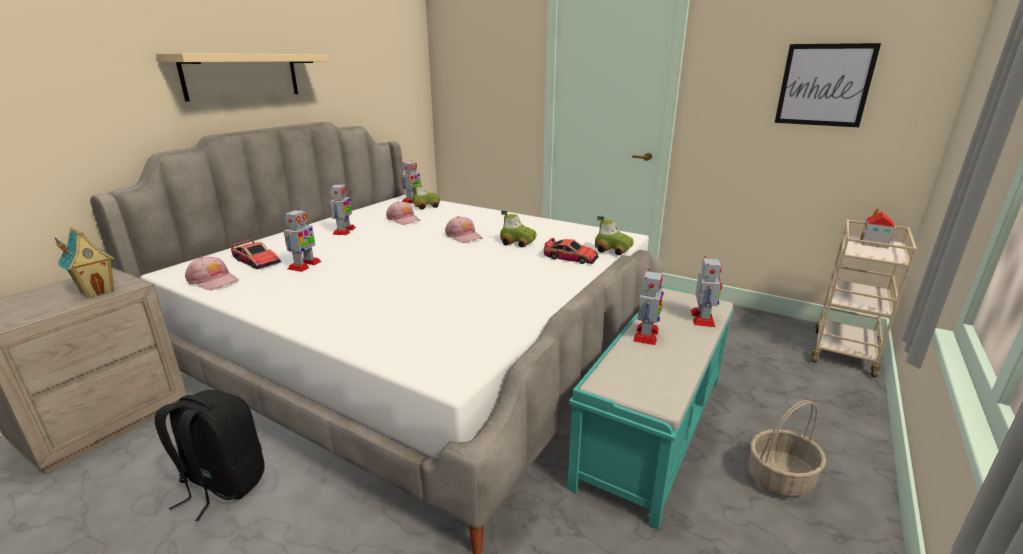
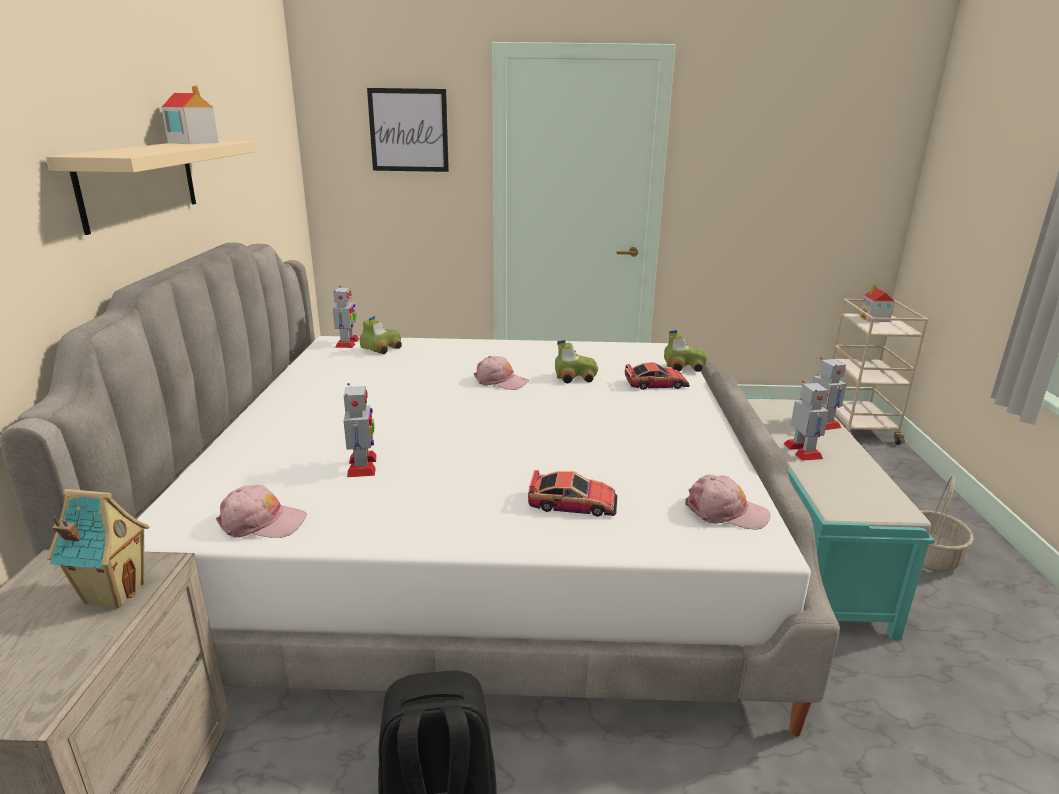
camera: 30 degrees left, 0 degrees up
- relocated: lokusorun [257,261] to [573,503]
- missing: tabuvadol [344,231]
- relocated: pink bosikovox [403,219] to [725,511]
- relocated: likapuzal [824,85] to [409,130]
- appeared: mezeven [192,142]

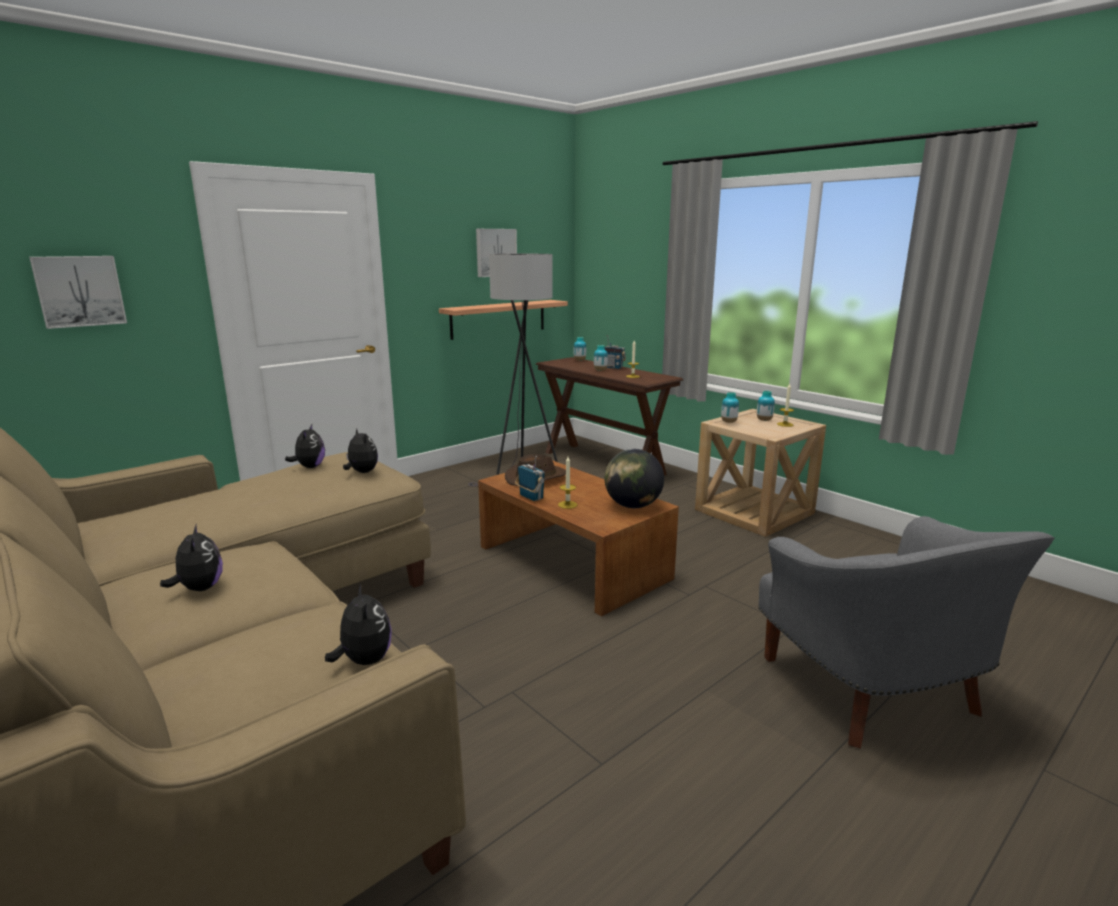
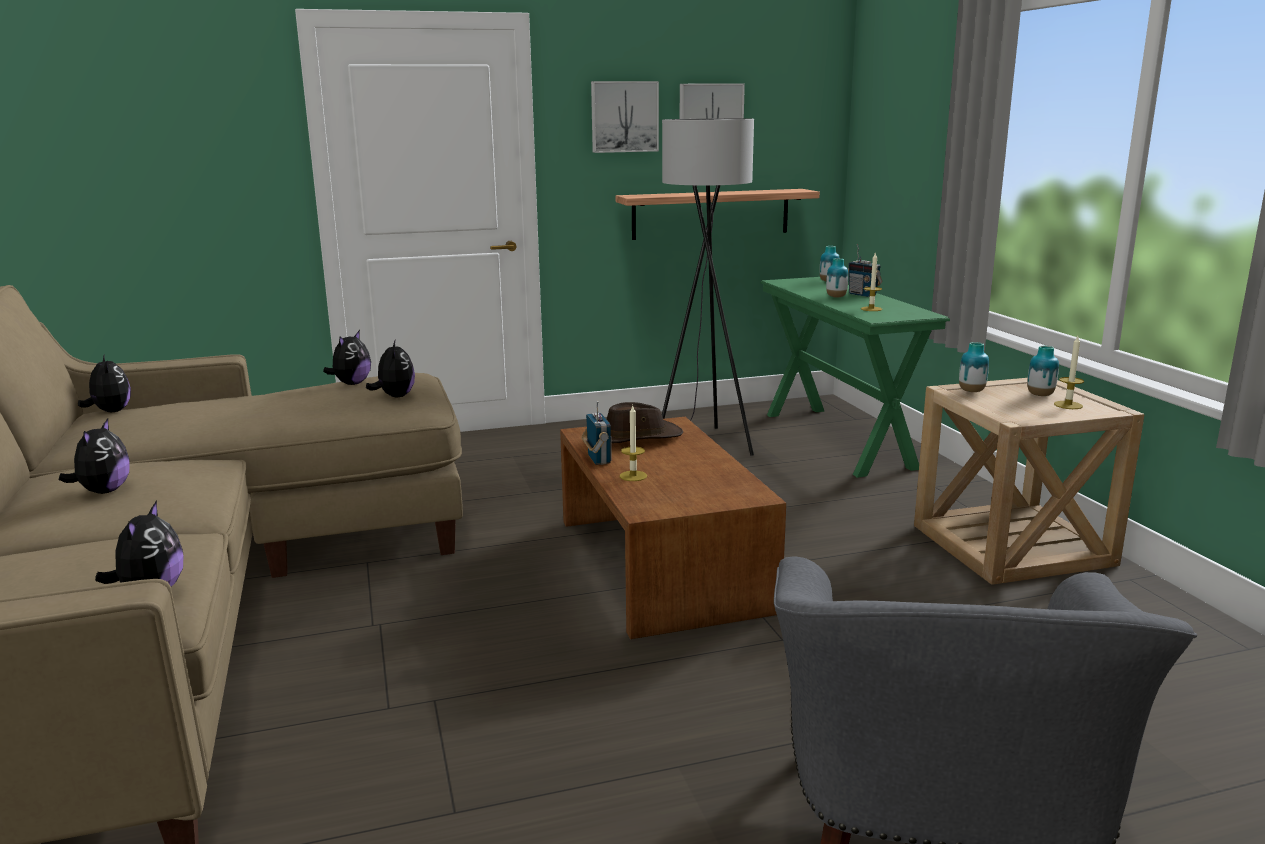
camera: 25 degrees right, 0 degrees up
- relocated: likapuzal [79,291] to [624,117]
- colour: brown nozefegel [603,463] to green nozefegel [837,440]
- missing: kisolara [633,506]
- appeared: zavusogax [110,412]

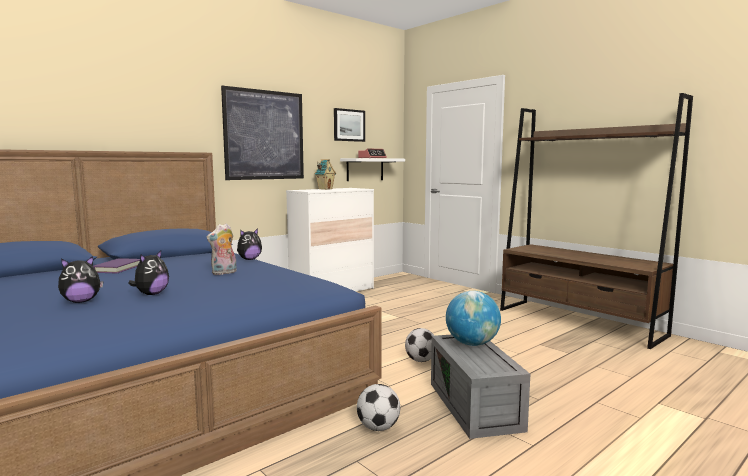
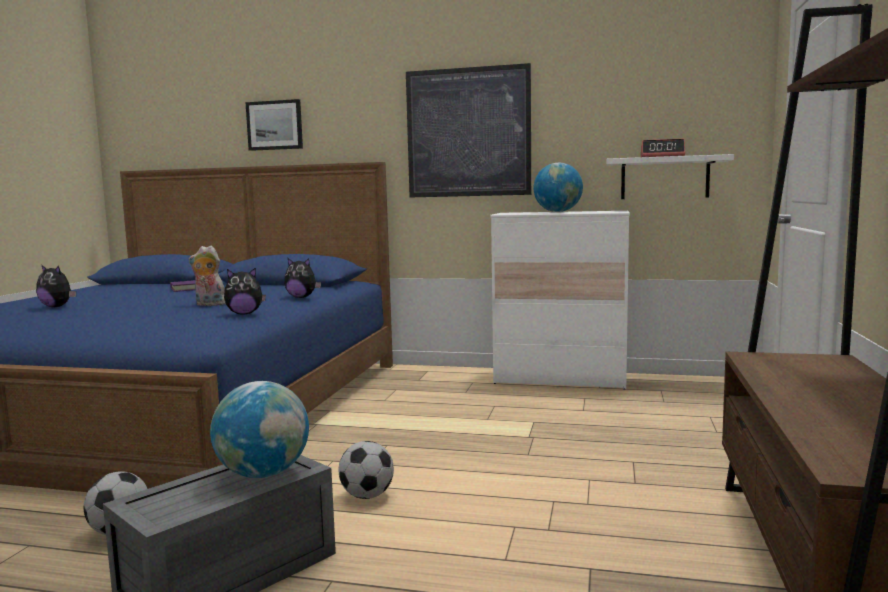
camera: 55 degrees right, 0 degrees up
- relocated: zavusogax [151,294] to [244,314]
- exchanged: mezeven [325,189] to kisolara [558,212]
- relocated: likapuzal [349,125] to [275,125]

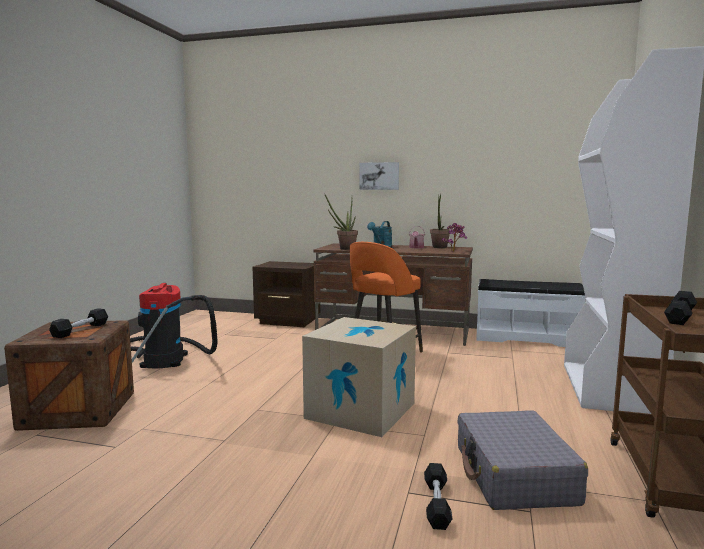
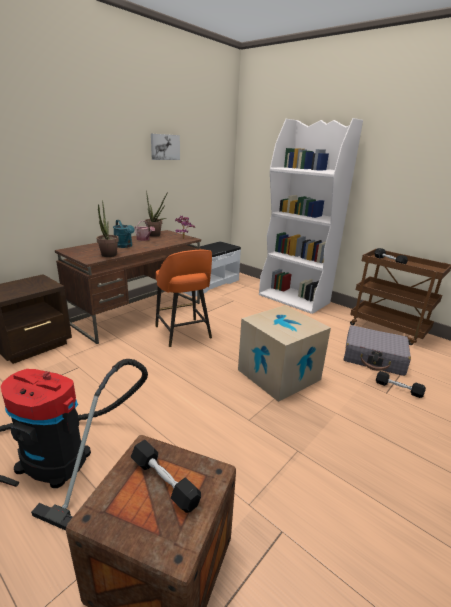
camera: 65 degrees left, 15 degrees up
- relocated: likapuzal [379,176] to [164,147]

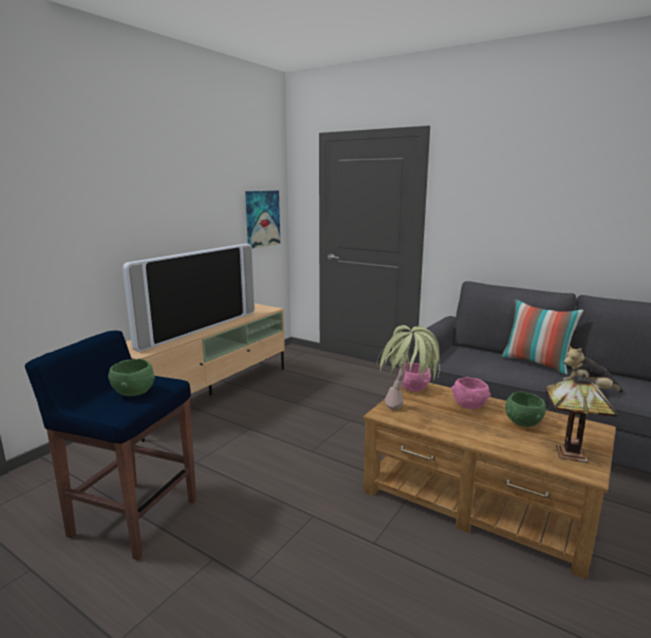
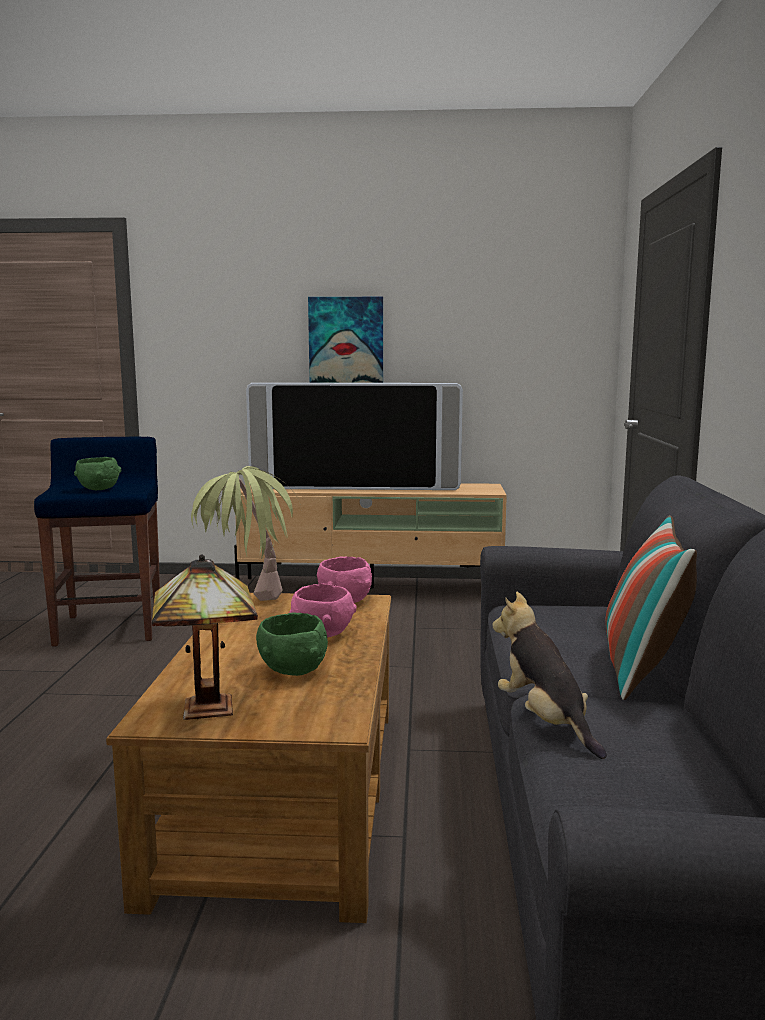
camera: 60 degrees right, 5 degrees down
- relocated: likapuzal [262,218] to [346,342]

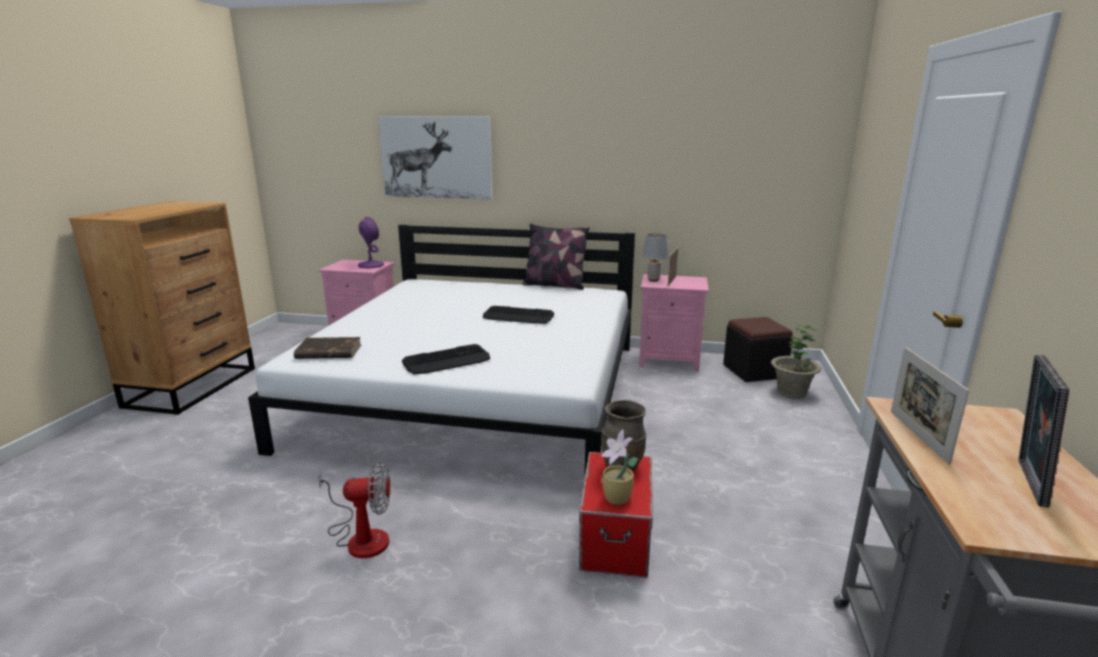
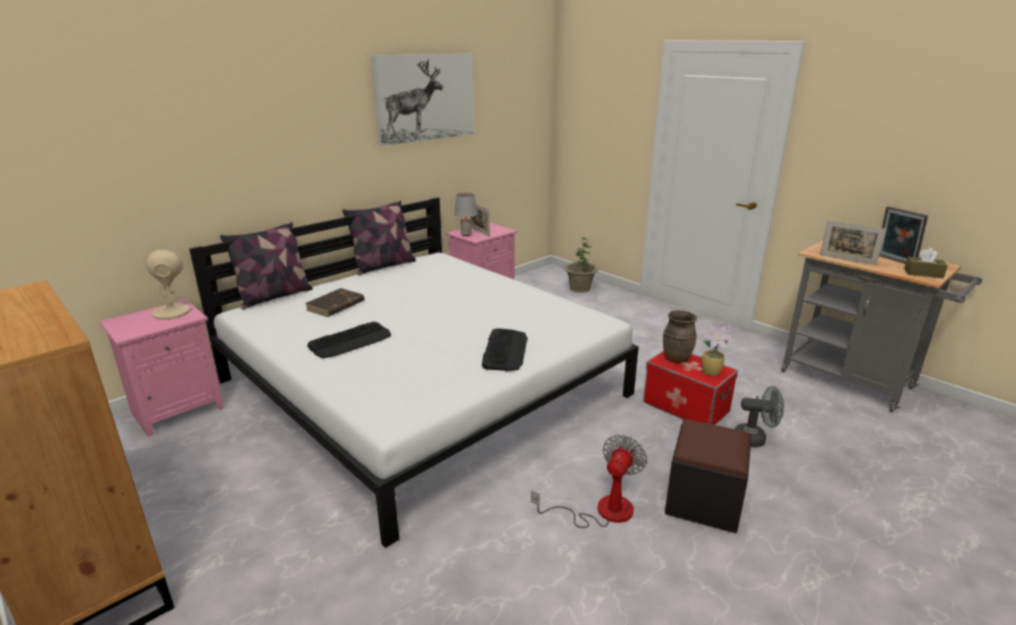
camera: 55 degrees left, 5 degrees up
- relocated: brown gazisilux [328,352] to [335,306]
- colour: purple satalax [370,265] to beige satalax [171,312]
- relocated: likapuzal [436,158] to [425,97]
- relocated: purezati [518,316] to [350,341]
- relocated: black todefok [754,371] to [703,502]
- appeared: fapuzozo [274,296]
- appeared: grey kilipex [755,439]
- appeared: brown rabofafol [923,273]

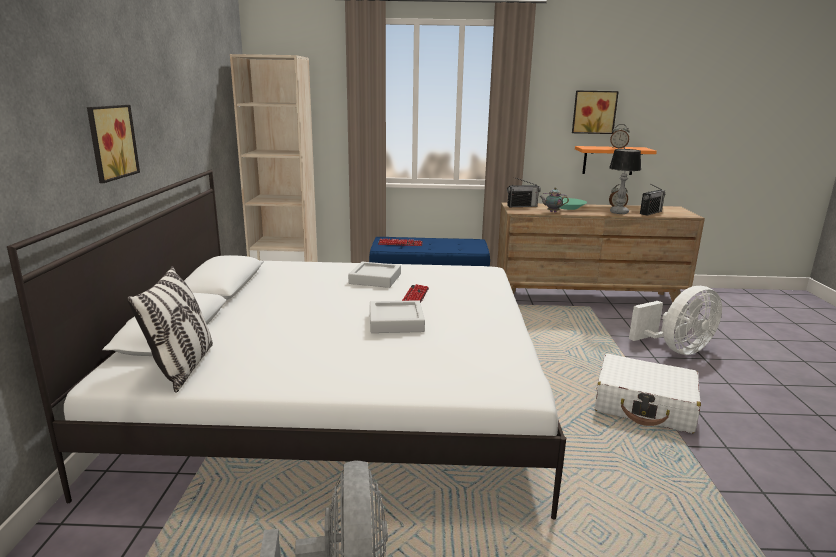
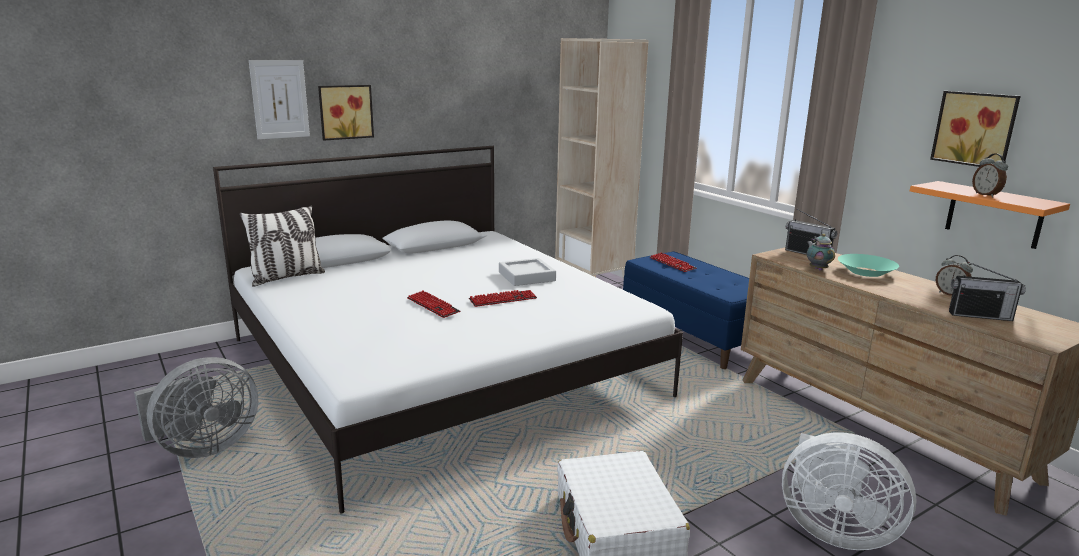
camera: 55 degrees right, 0 degrees up
- exchanged: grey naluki [396,322] to purezati [433,306]
- missing: satalax [618,212]
- appeared: likapuzal [280,99]

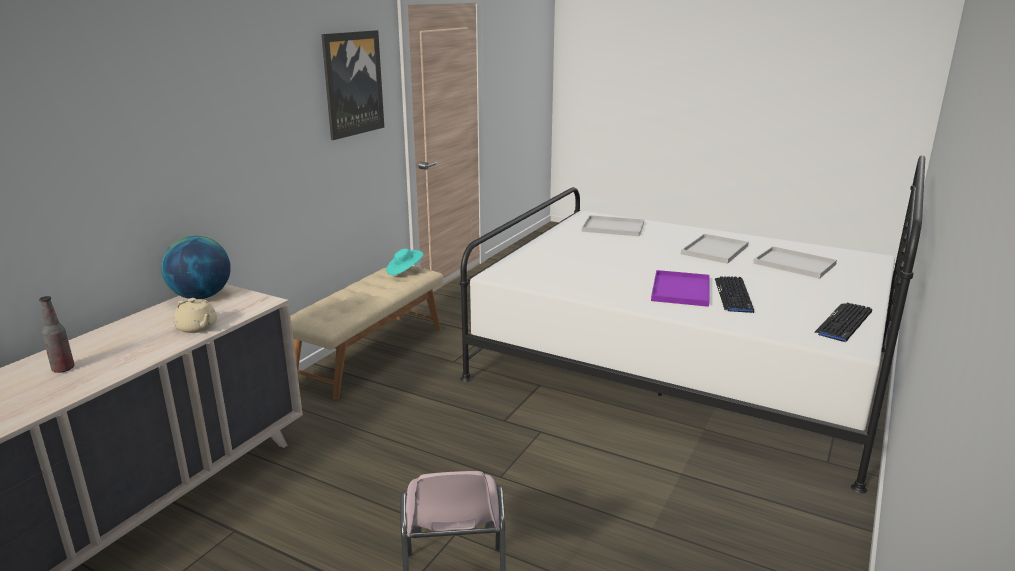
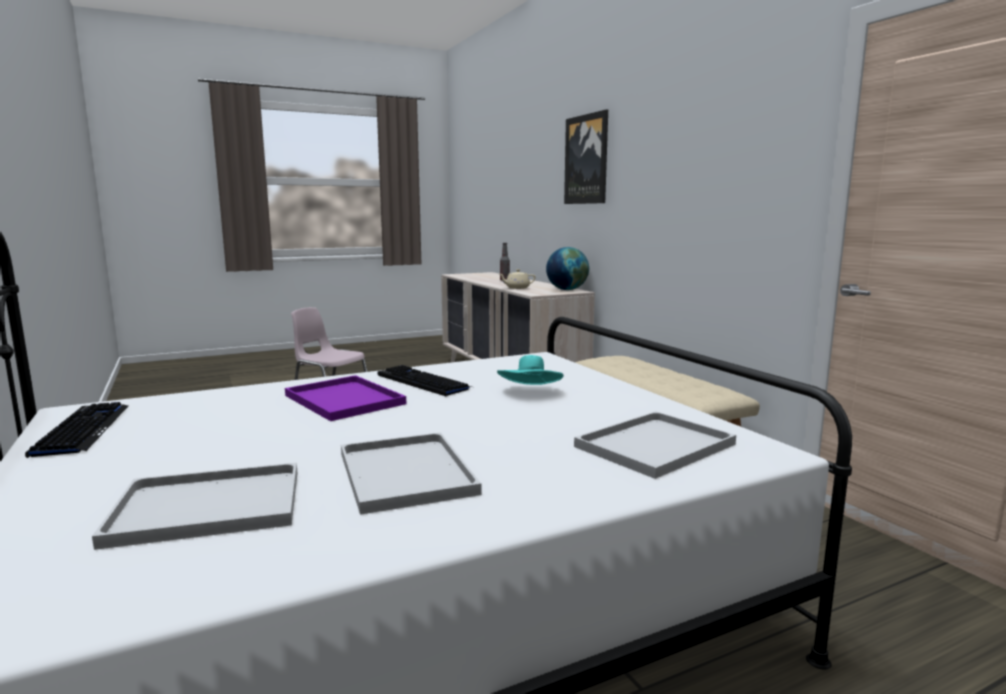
camera: 125 degrees right, 10 degrees down
- relocated: likapuzal [352,83] to [587,159]
- relocated: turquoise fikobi [404,271] to [530,392]
- relocated: purezati [734,295] to [423,382]

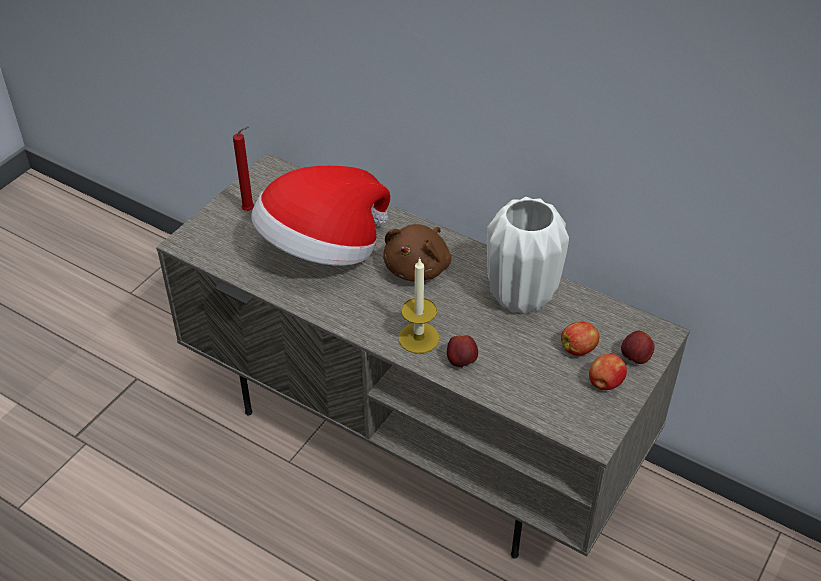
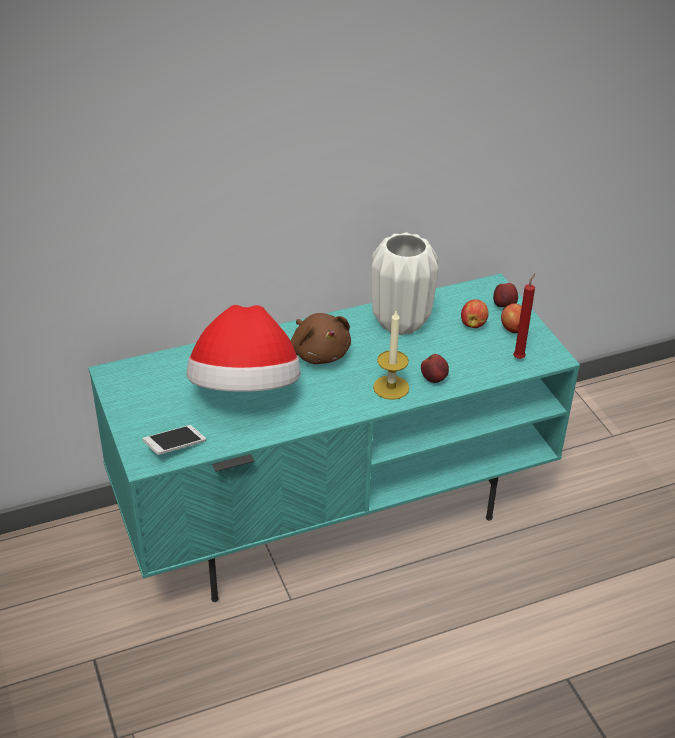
camera: 55 degrees left, 5 degrees down
- colour: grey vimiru [416,431] to turquoise vimiru [334,509]
- relocated: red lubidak [250,210] to [519,357]
- appeared: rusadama [175,446]

